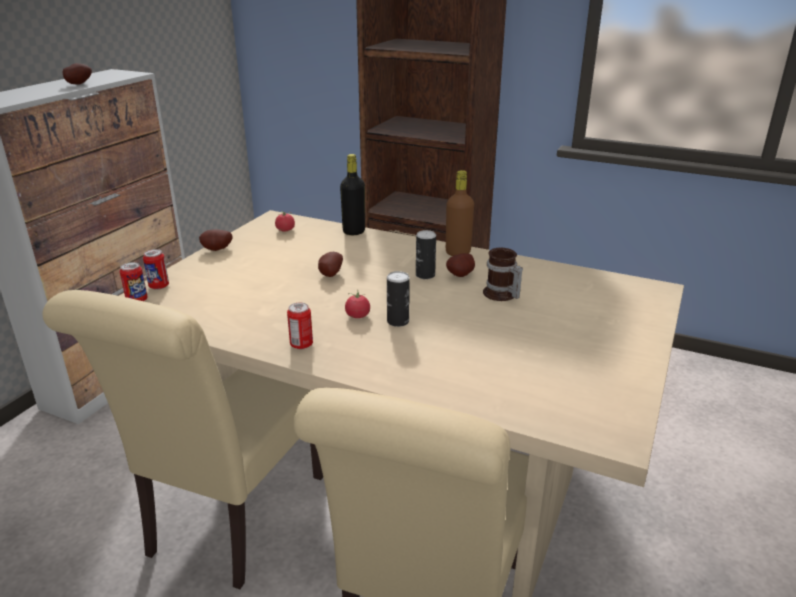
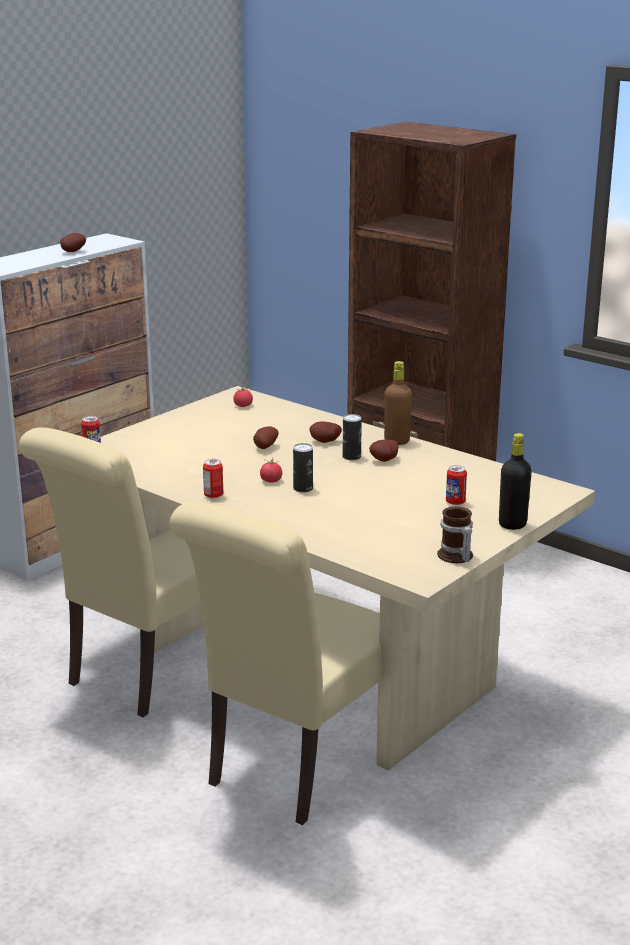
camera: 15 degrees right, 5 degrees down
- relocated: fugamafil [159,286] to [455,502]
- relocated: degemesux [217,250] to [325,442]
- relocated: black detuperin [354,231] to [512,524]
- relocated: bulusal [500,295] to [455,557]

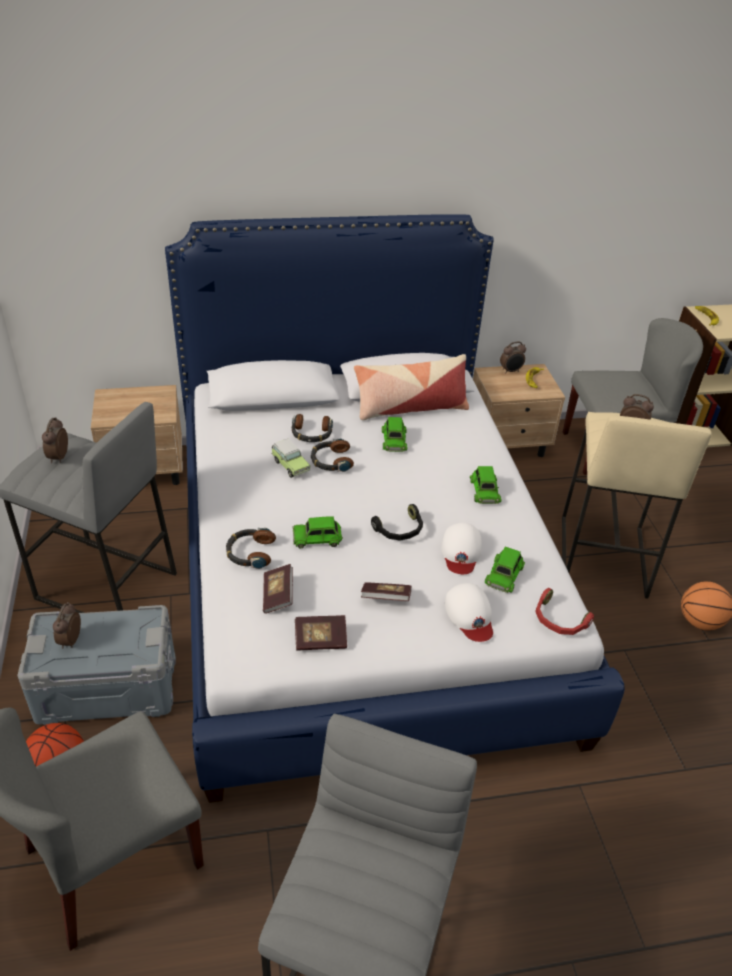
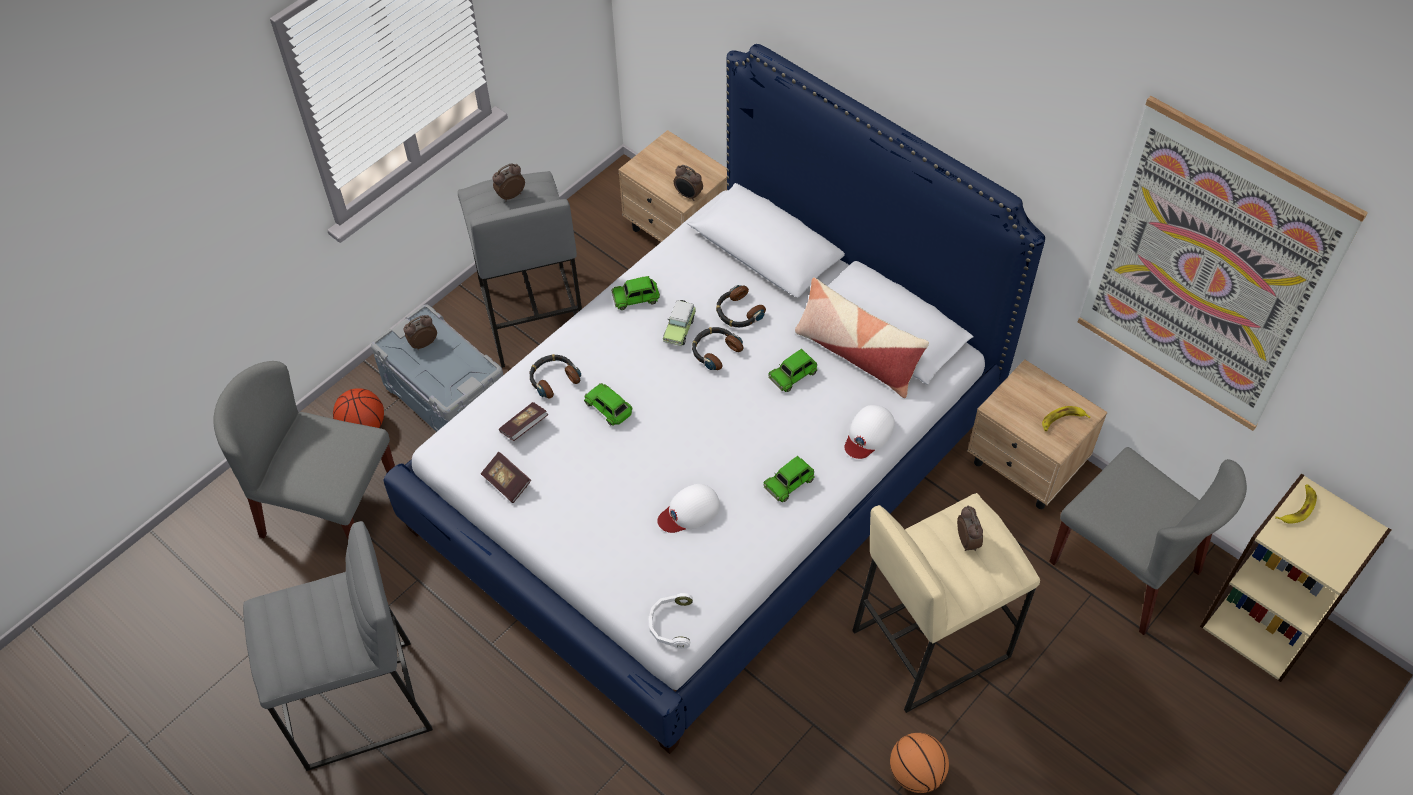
camera: 55 degrees right, 15 degrees up
- missing: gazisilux [385,599]
- missing: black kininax [400,530]
- relocated: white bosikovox [470,615] to [868,434]
- relocated: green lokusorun [504,575] to [636,297]
- relocated: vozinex [511,371] to [688,195]
- colour: red kininax [558,620] to white kininax [670,624]
- appeared: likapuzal [1206,272]

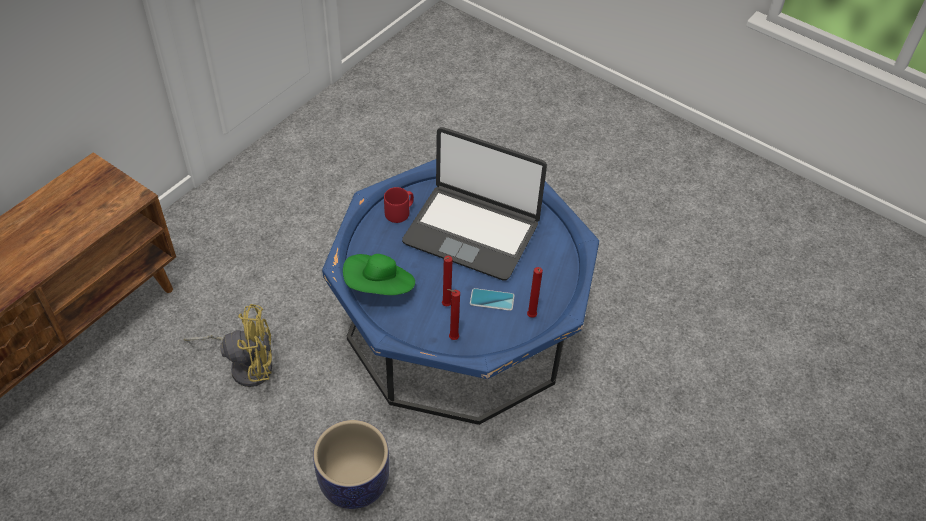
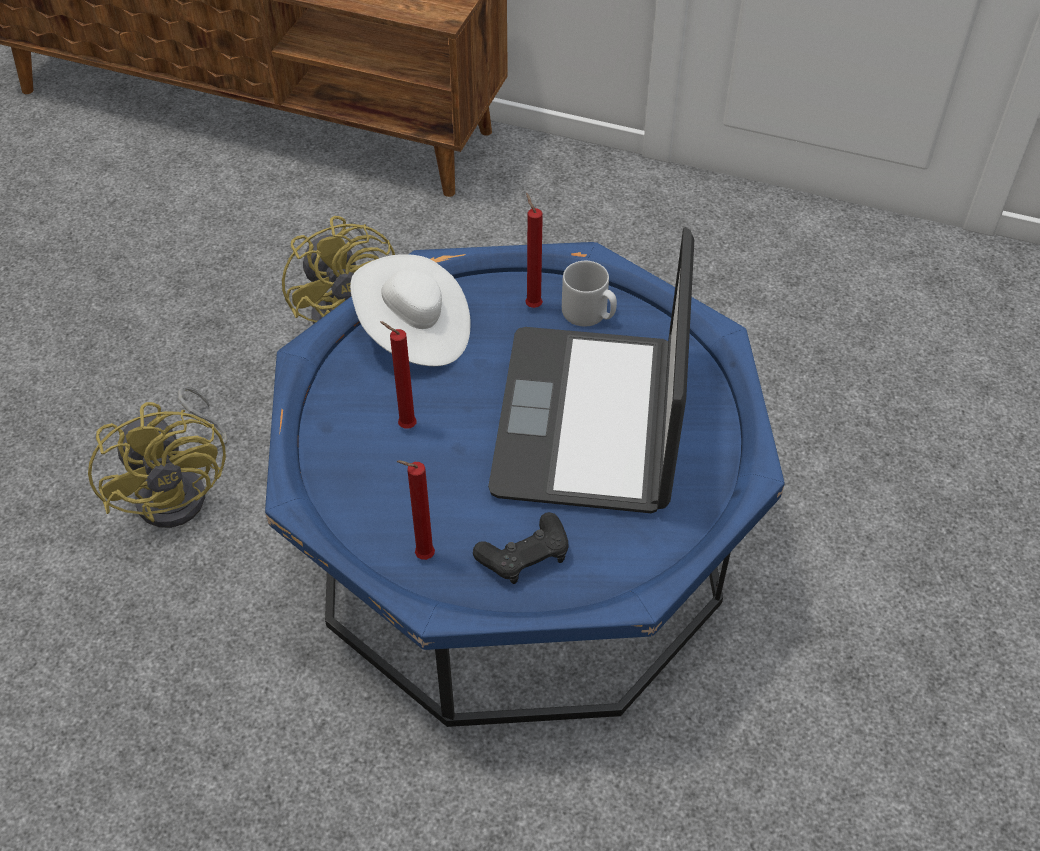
camera: 75 degrees right, 0 degrees up
- exchanged: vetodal [353,482] to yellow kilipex [181,489]
- colour: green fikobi [380,287] to white fikobi [414,332]
- colour: red bulusal [400,212] to grey bulusal [589,314]
- relocated: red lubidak [452,338] to [532,305]
- missing: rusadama [492,300]
- appeared: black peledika [525,556]

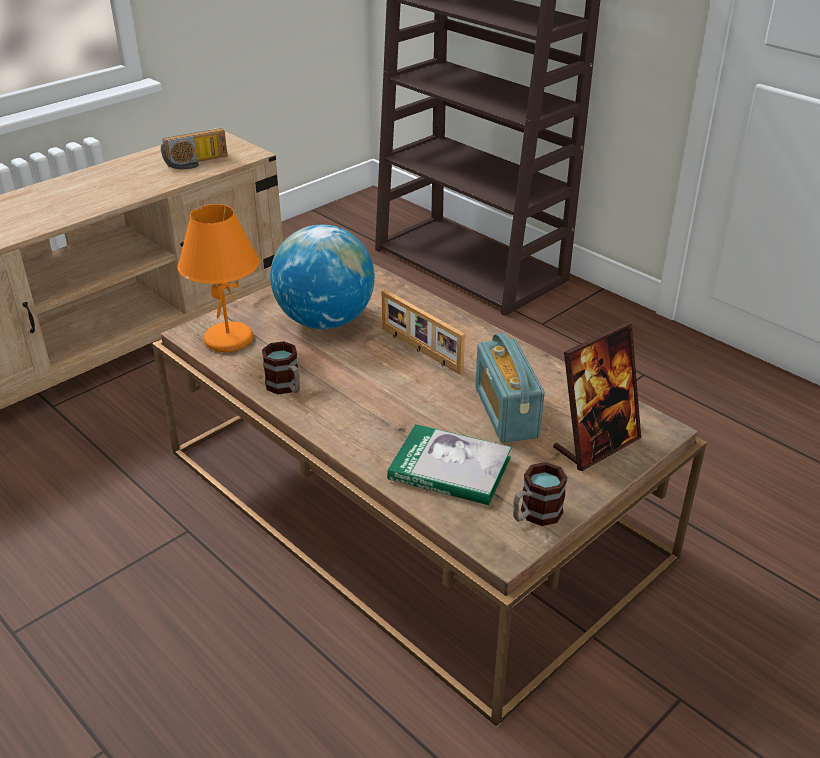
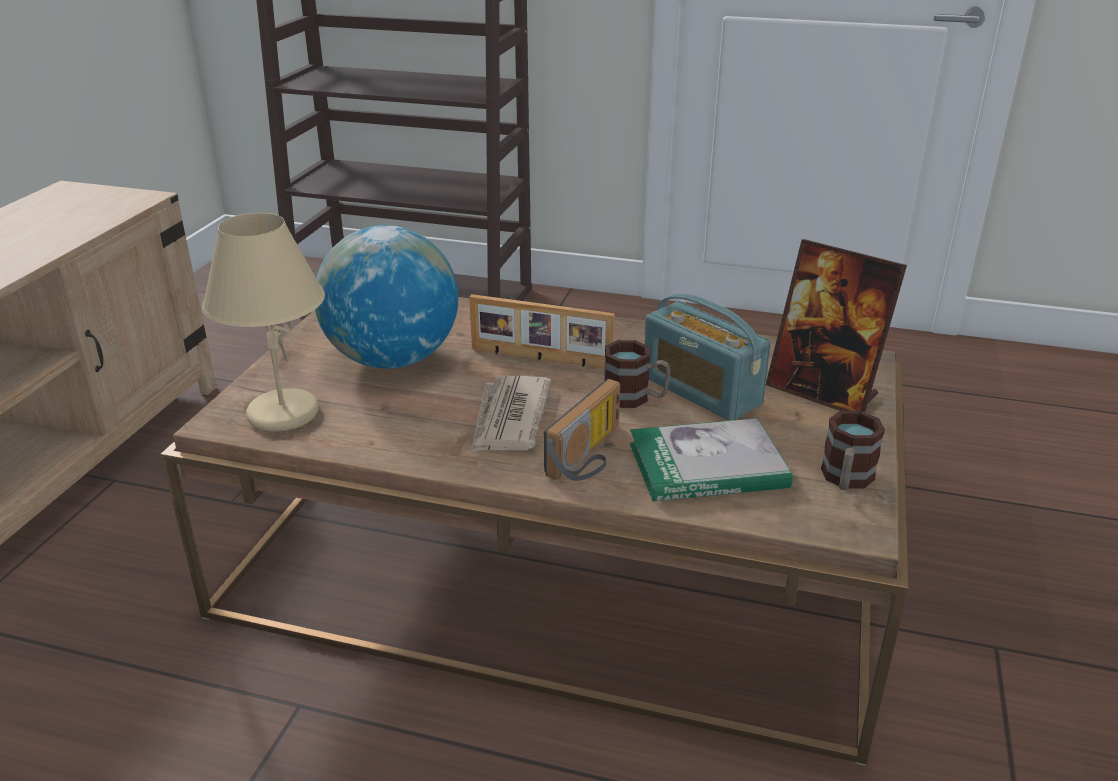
camera: 30 degrees left, 5 degrees down
- relocated: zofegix [196,163] to [591,455]
- colour: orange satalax [228,339] to beige satalax [282,413]
- relocated: bulusal [286,387] to [635,398]
- spun: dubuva [596,444] = [822,392] 105 degrees clockwise
- appeared: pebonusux [509,419]

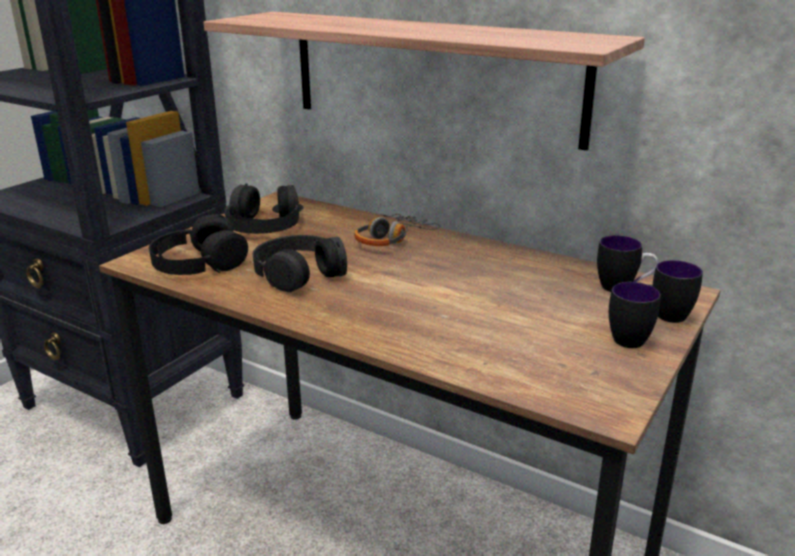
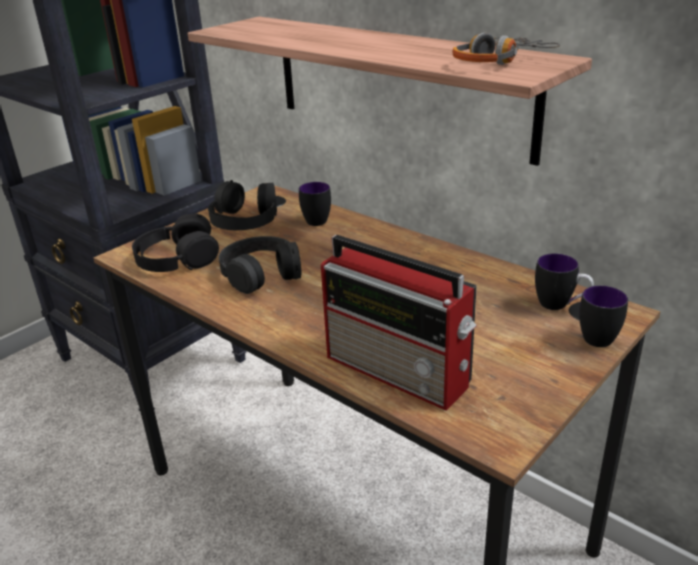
camera: 10 degrees right, 5 degrees up
- relocated: kininax [392,239] to [498,61]
- relocated: bulusal [626,336] to [317,219]
- appeared: zofegix [400,372]

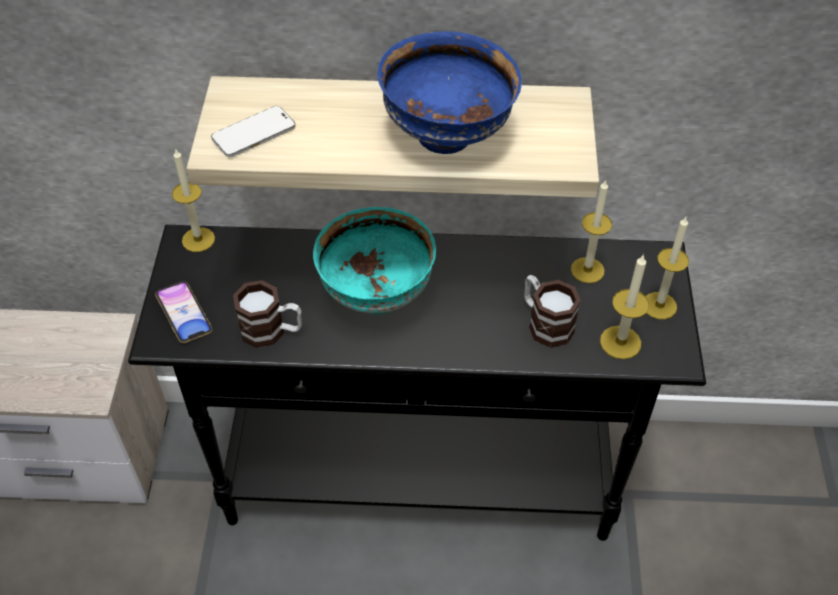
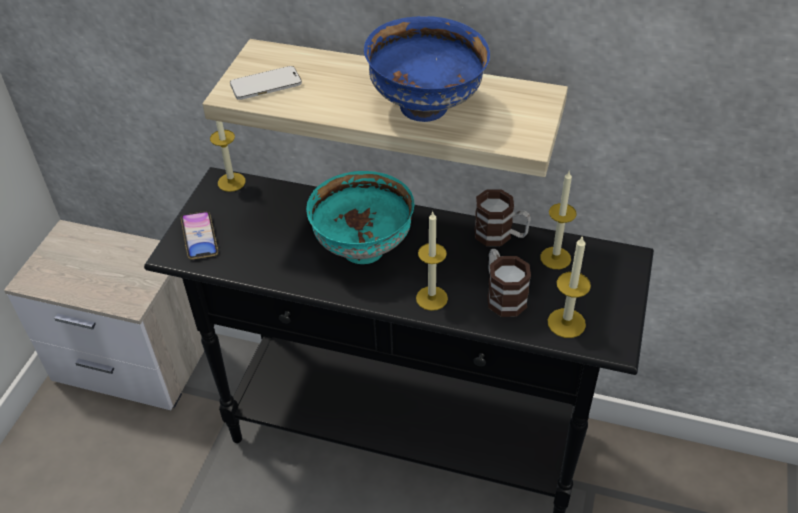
camera: 15 degrees right, 5 degrees down
- relocated: bulusal [272,331] to [500,235]
- relocated: lubidak [659,305] to [431,298]

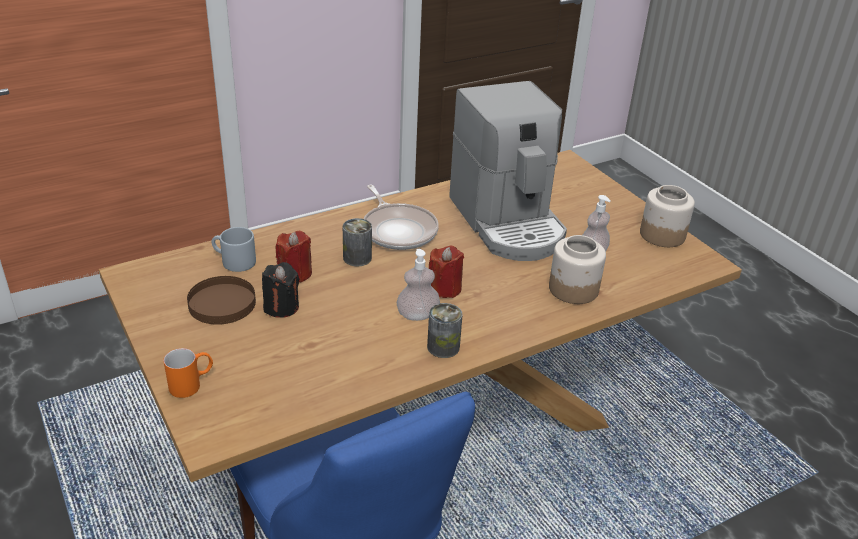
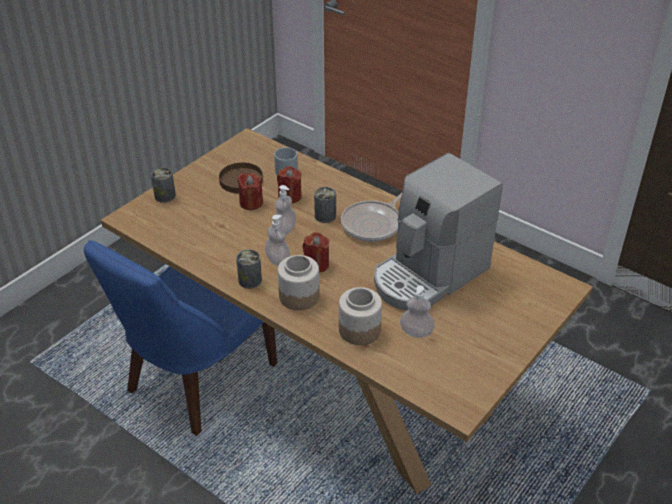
camera: 70 degrees right, 5 degrees up
- exchanged: orange bulusal [192,384] to fugamafil [165,196]
- colour: black lubidak [281,307] to red lubidak [251,203]
- relocated: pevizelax [661,234] to [299,296]
- appeared: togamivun [284,229]

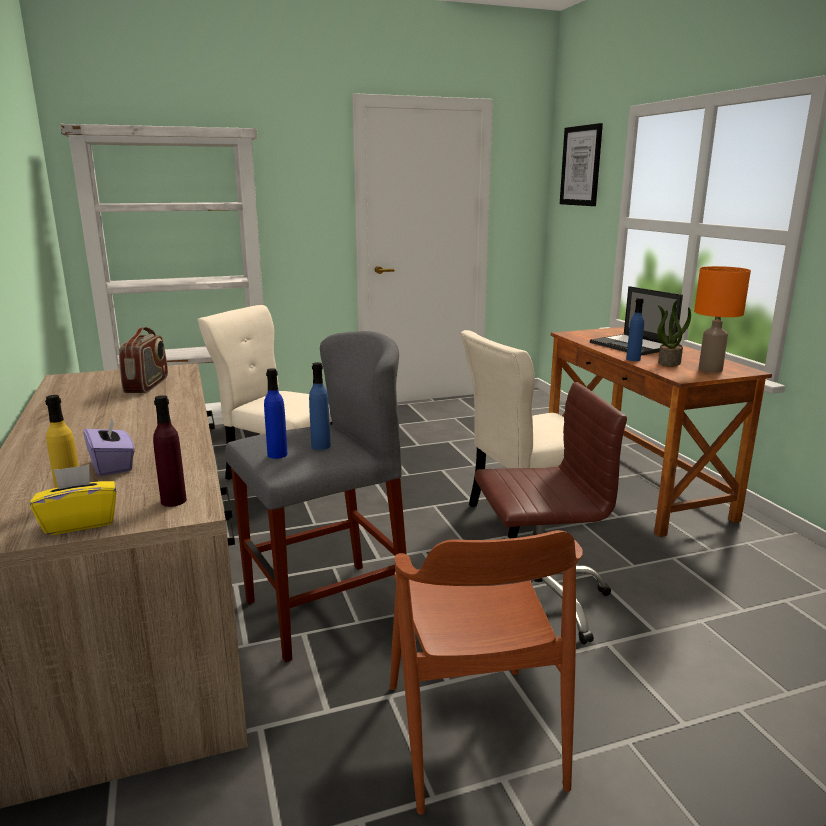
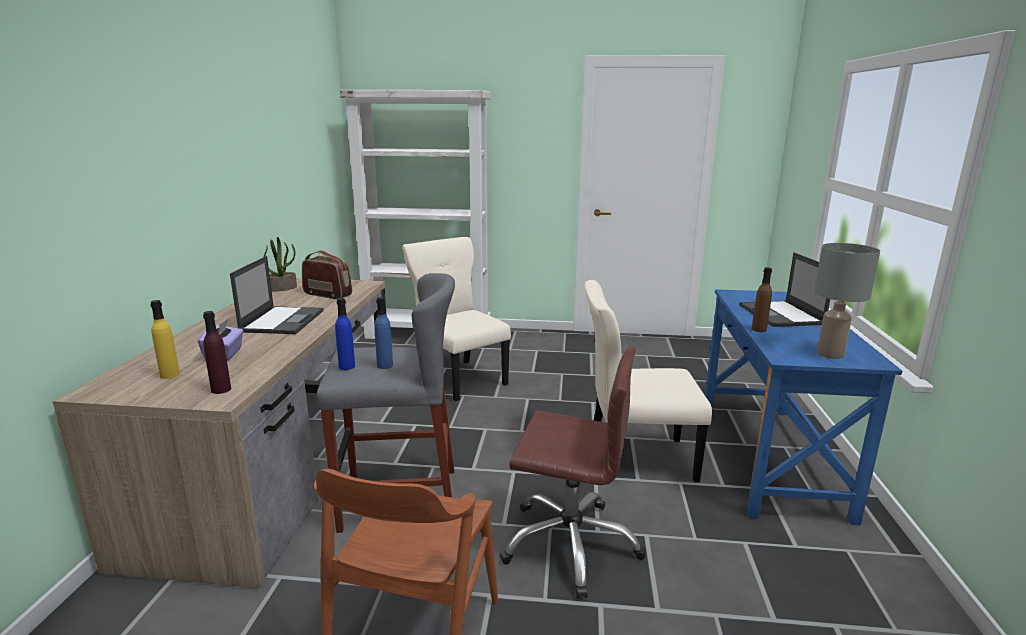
camera: 25 degrees right, 0 degrees up
- missing: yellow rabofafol [80,522]
- spun: zofegix [147,385] = [328,294] 90 degrees counterclockwise
- colour: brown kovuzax [633,485] to blue kovuzax [769,457]
- missing: likapuzal [581,166]
- colour: blue detuperin [633,359] to brown detuperin [759,329]
- relocated: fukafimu [668,362] to [282,288]
- colour: orange satalax [710,370] to grey satalax [830,354]
- appeared: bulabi [283,320]

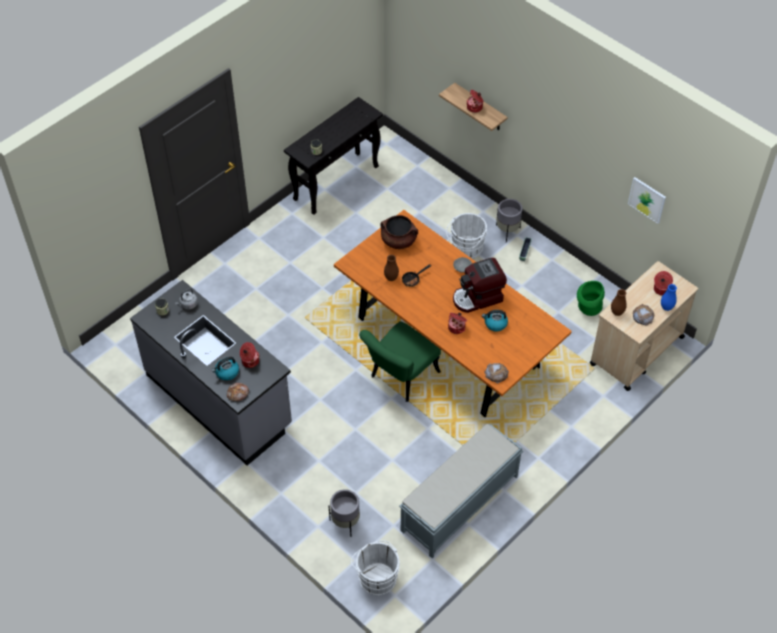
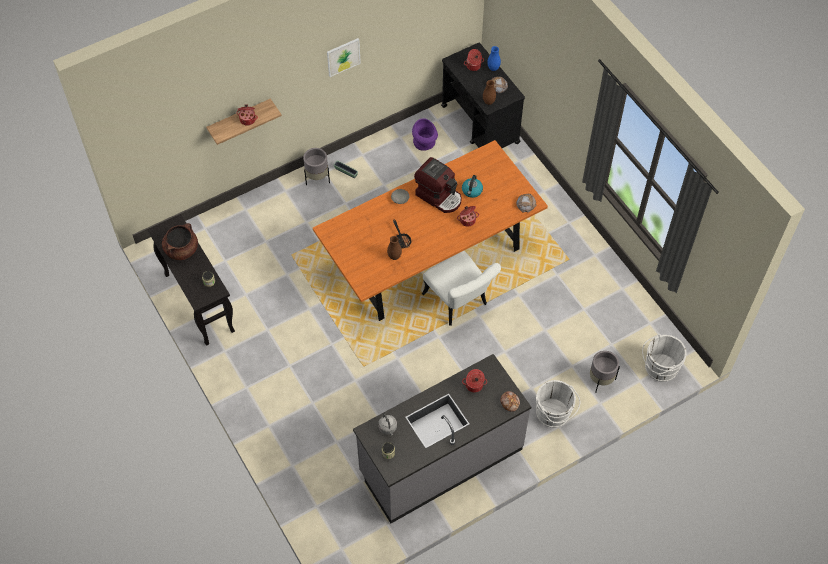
camera: 75 degrees left, 5 degrees up
- missing: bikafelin [227,372]
- colour: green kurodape [400,378] to white kurodape [459,303]
- relocated: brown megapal [399,241] to [181,250]
- missing: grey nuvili [459,504]
- relocated: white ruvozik [466,249] to [554,415]
- spun: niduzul [478,298] = [439,196] 45 degrees counterclockwise
- colour: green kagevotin [588,308] to purple kagevotin [425,144]
- colour: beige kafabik [636,351] to black kafabik [480,125]
- relocated: likapuzal [647,199] to [343,57]

